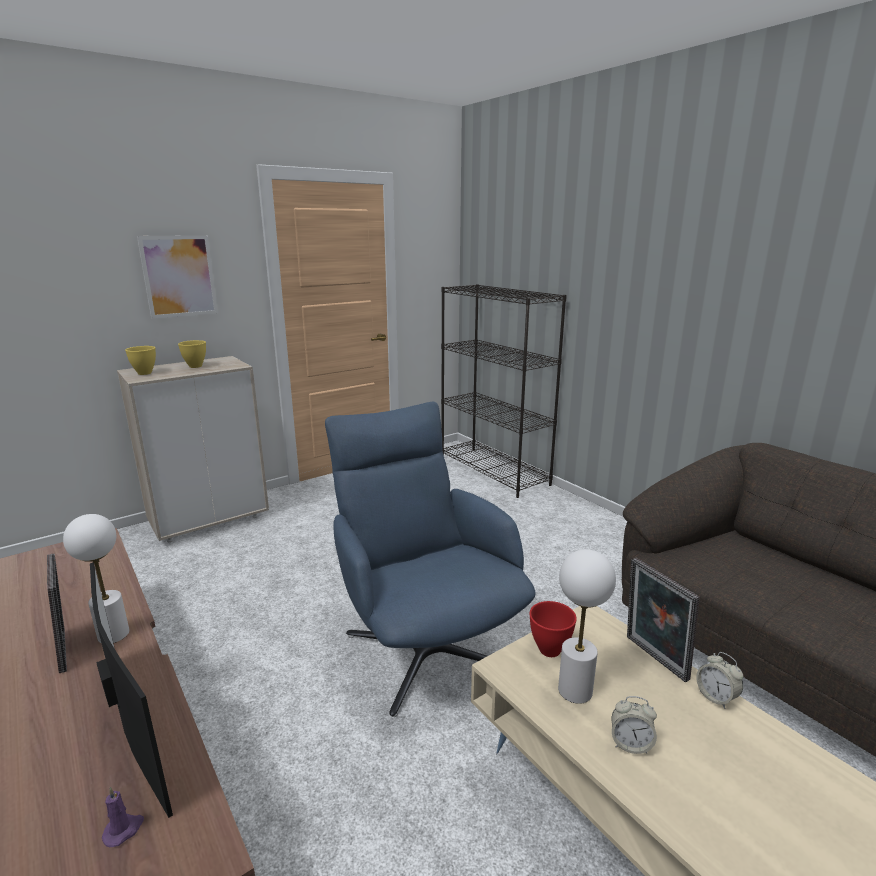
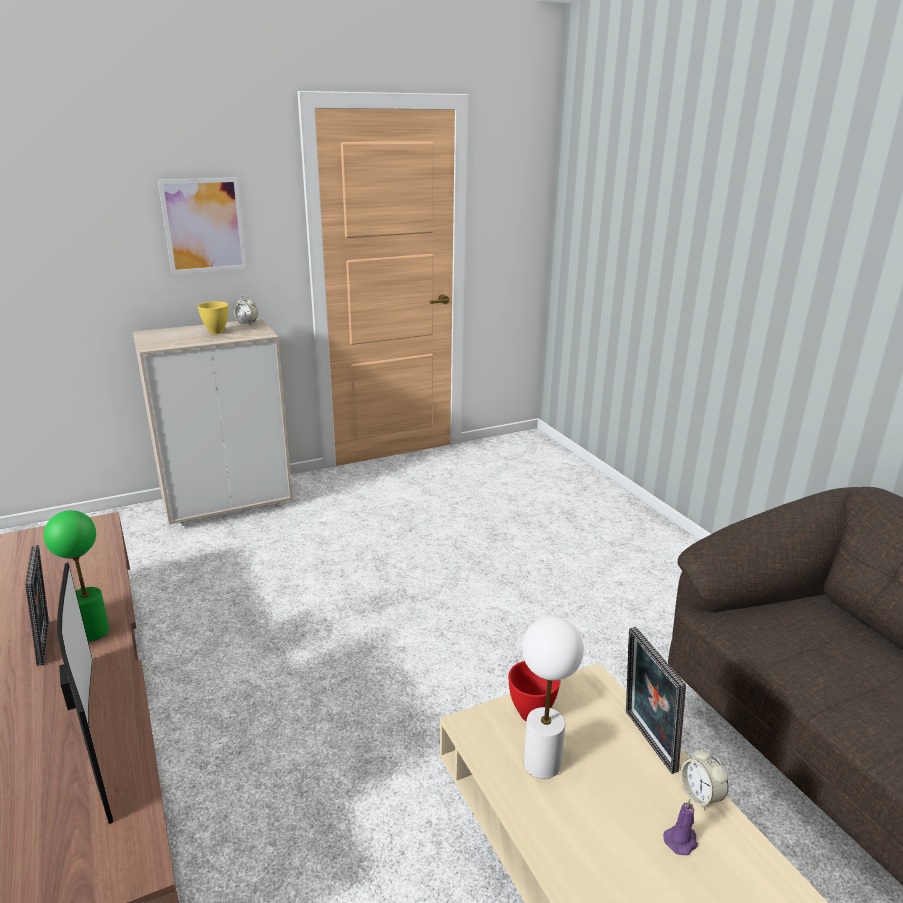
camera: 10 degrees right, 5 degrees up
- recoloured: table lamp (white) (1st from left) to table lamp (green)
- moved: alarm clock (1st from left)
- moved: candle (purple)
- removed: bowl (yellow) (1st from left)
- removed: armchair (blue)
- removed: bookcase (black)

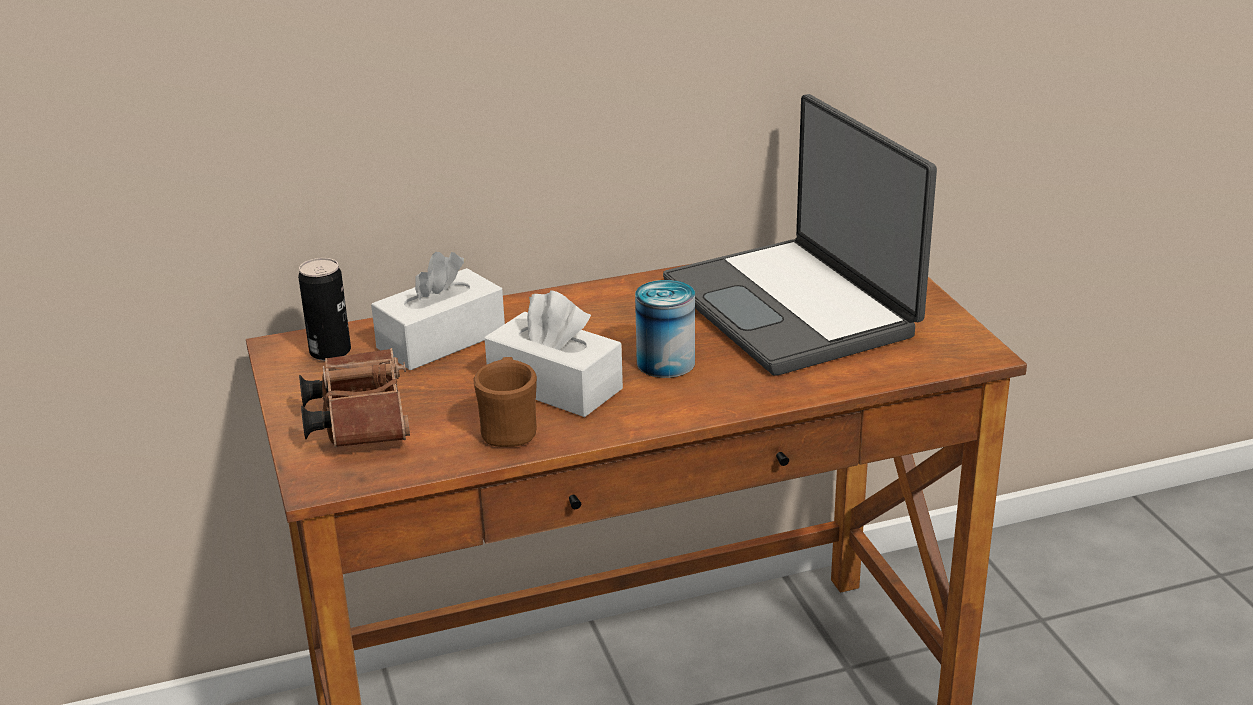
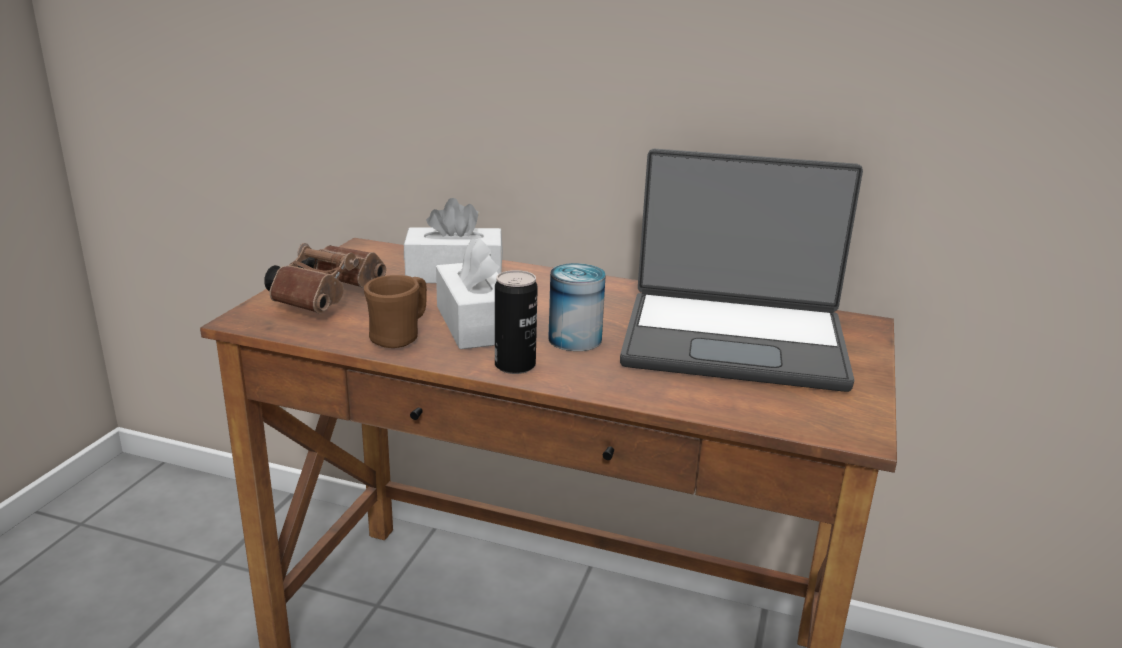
camera: 35 degrees right, 5 degrees down
- moved: can (1st from left)
- turned: laptop 90 degrees counterclockwise

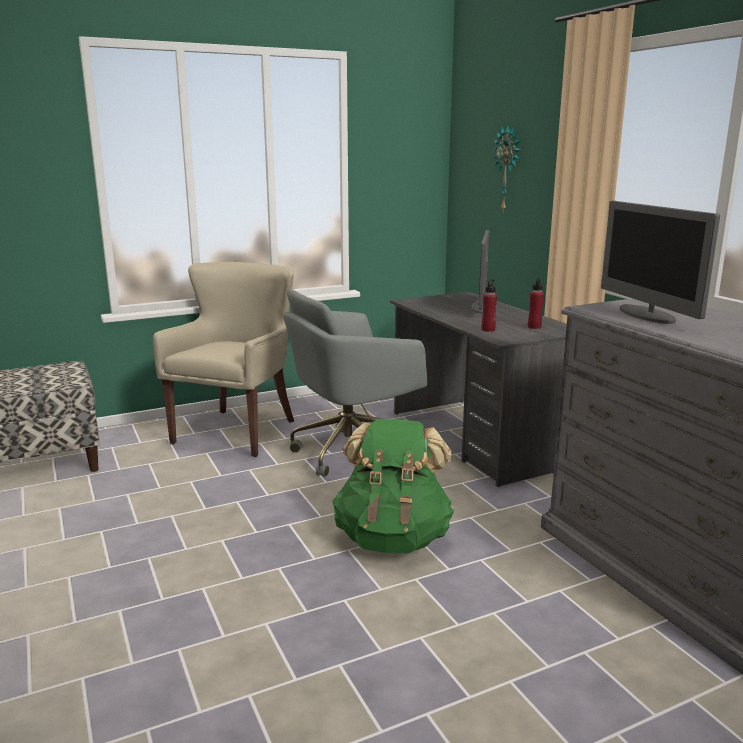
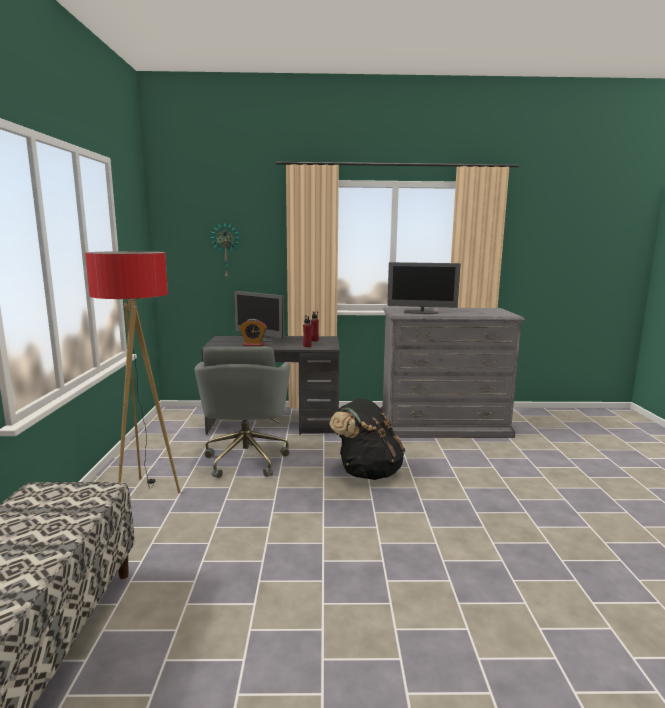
camera: 65 degrees left, 5 degrees down
- replaced: armchair (beige) to floor lamp
- added: alarm clock
- recoloured: backpack (green) to backpack (black)

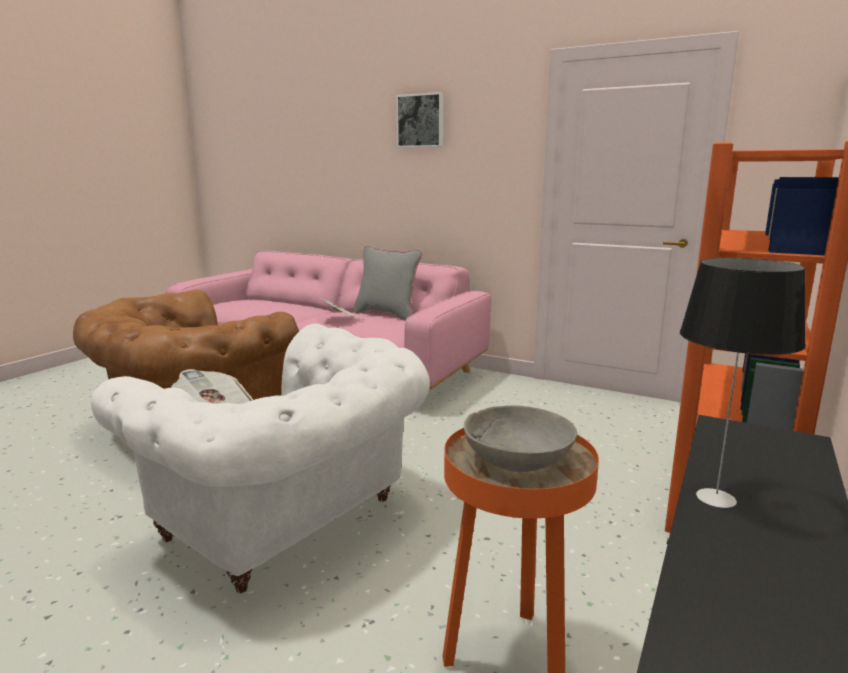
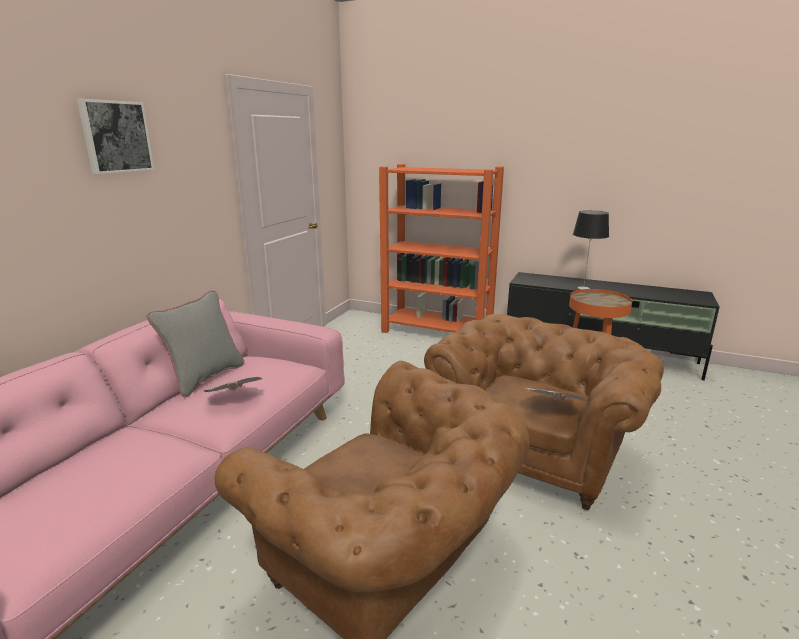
camera: 95 degrees left, 5 degrees up
- recoloured: armchair (white) to armchair (brown) (2nd from left)
- removed: bowl (grey)

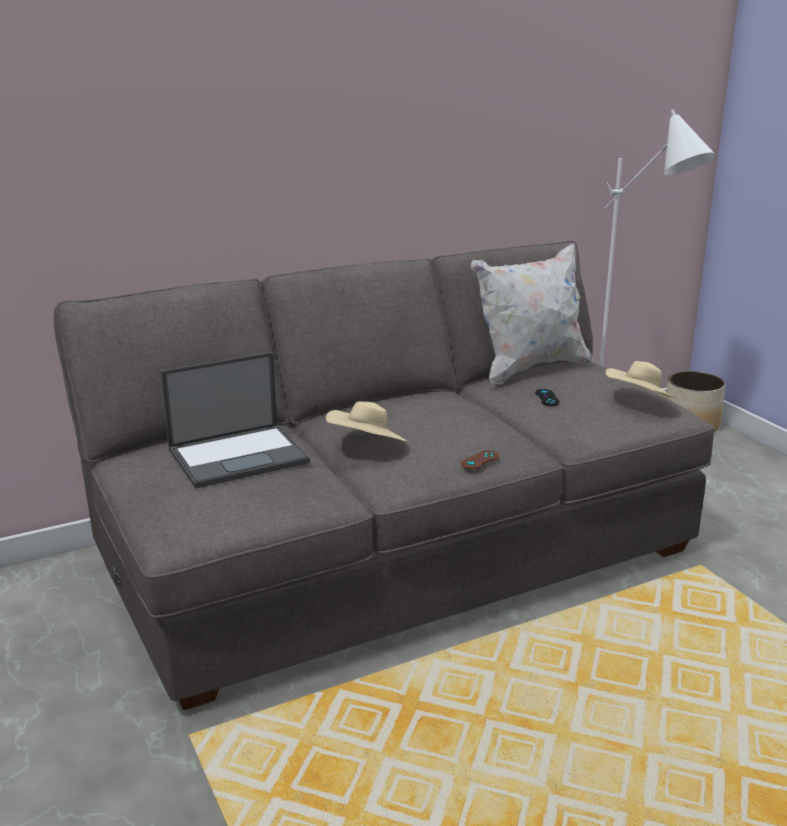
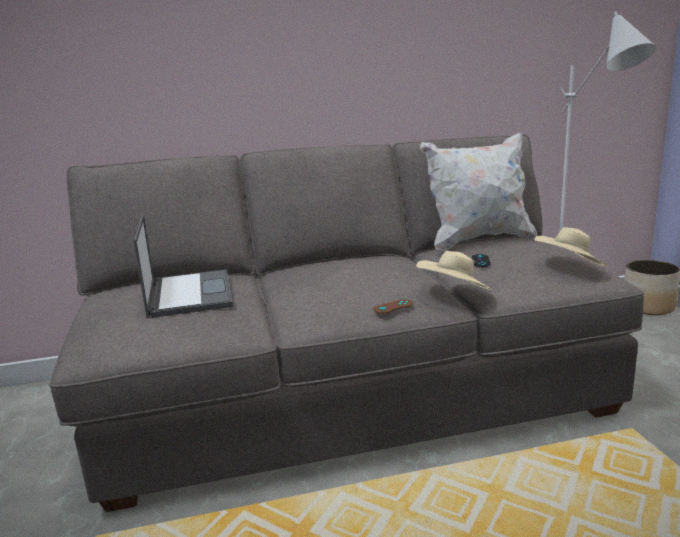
camera: 15 degrees right, 5 degrees down
- turned: laptop 90 degrees counterclockwise
- moved: hat (beige) (1st from left)

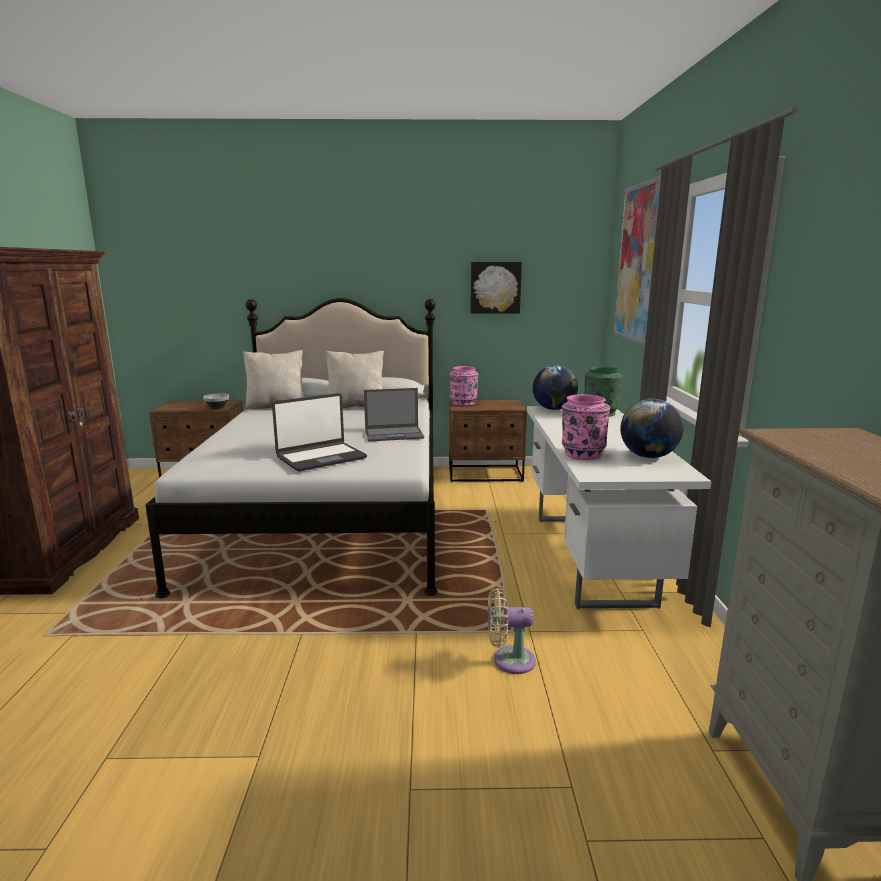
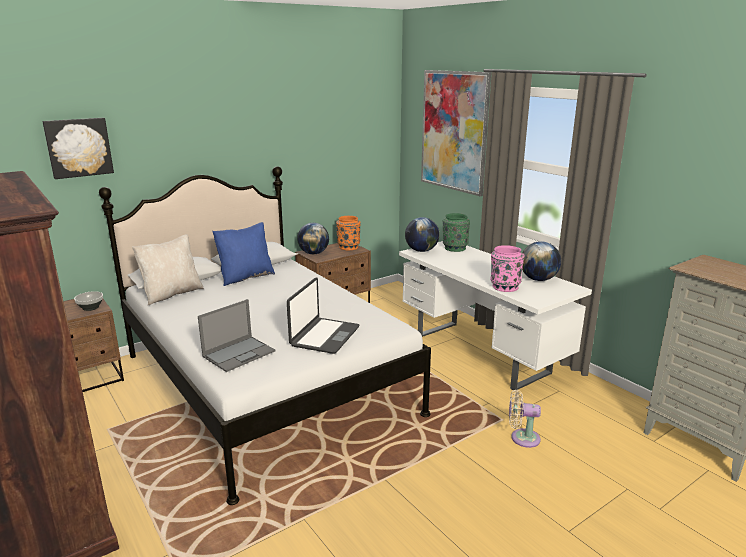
camera: 35 degrees left, 5 degrees up
- moved: picture (1st from left)
- moved: laptop (2nd from left in the first image) to laptop (1st from left)
- recoloured: pillow (beige) (2nd from left) to pillow (blue)
- replaced: vase (pink) (1st from left) to globe (1st from left)
- added: vase (orange)
- turned: fan (beige) 45 degrees clockwise

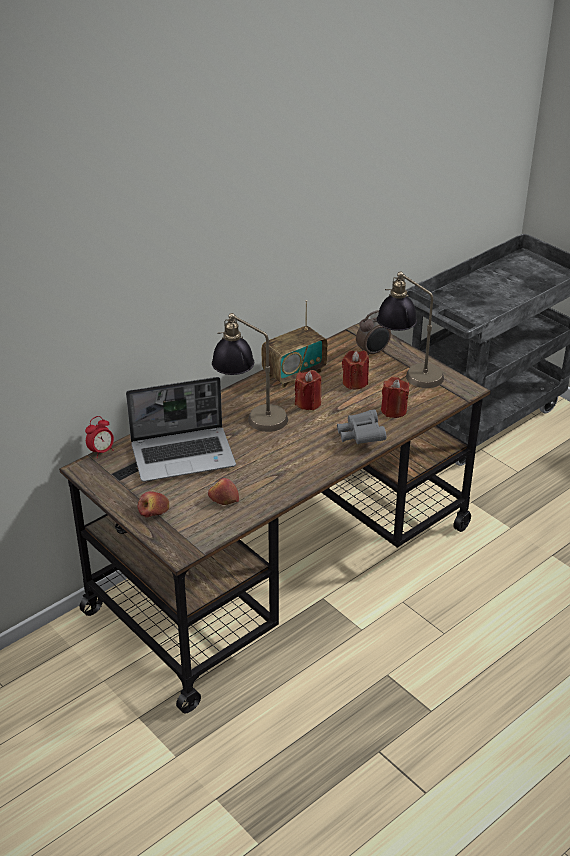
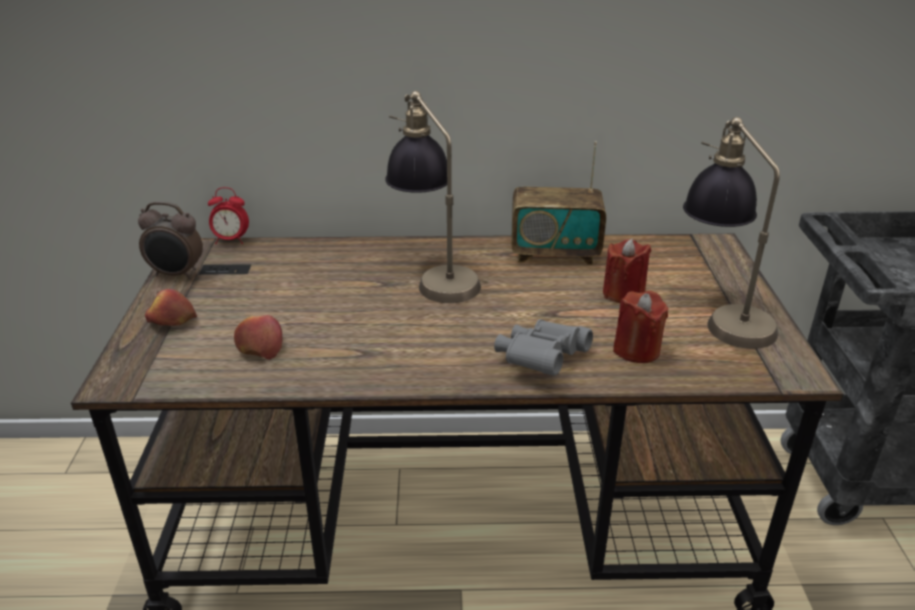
camera: 40 degrees right, 5 degrees down
- moved: alarm clock (2nd from left in the first image) to alarm clock (1st from left)
- removed: laptop
- removed: candle (red) (1st from left)

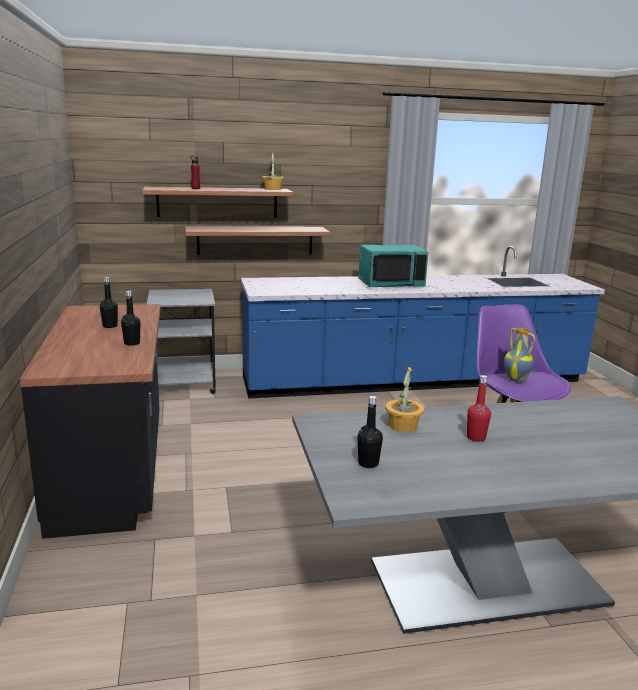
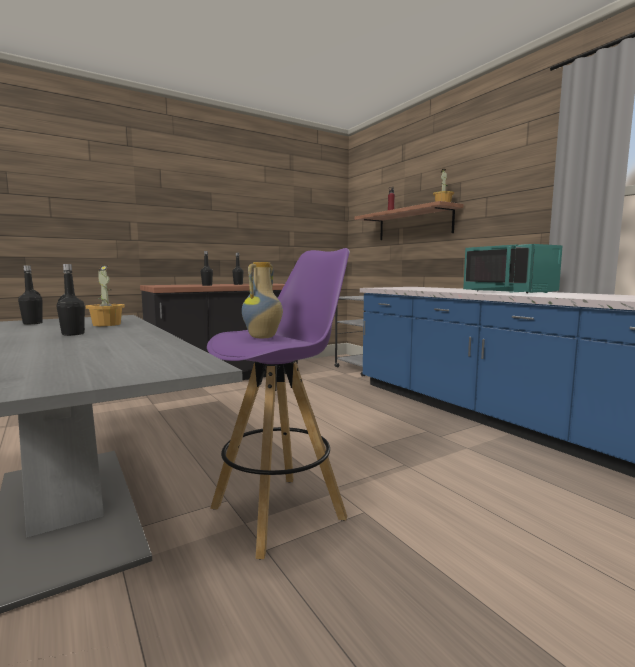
camera: 70 degrees right, 10 degrees down
- recoloured: bottle (red) (2nd from left) to bottle (black) (2nd from left)
- removed: shelf (2nd from left)

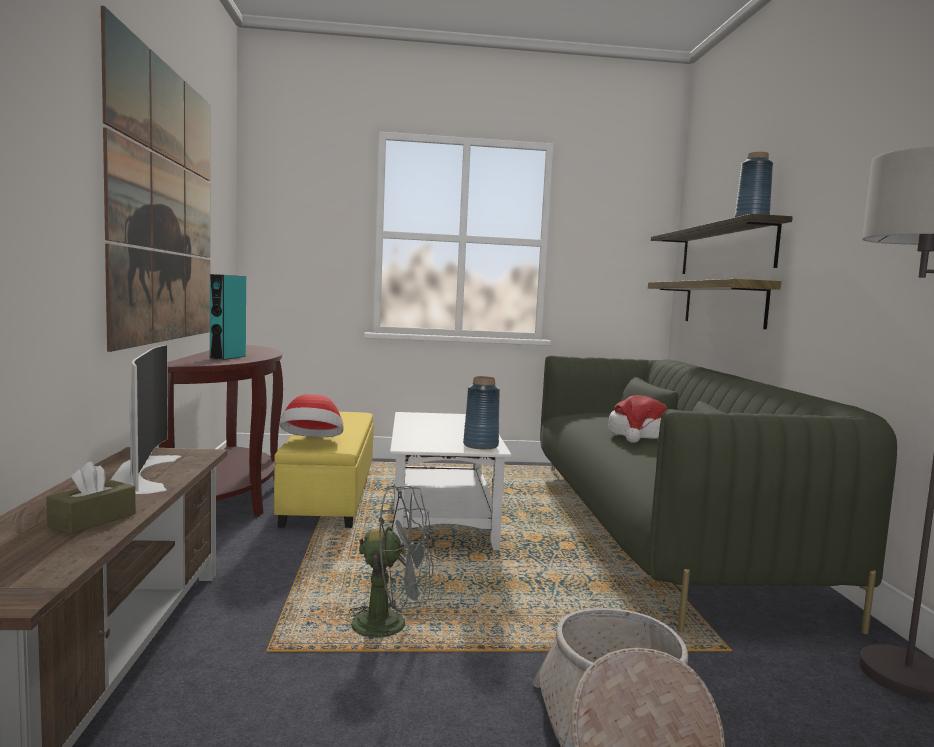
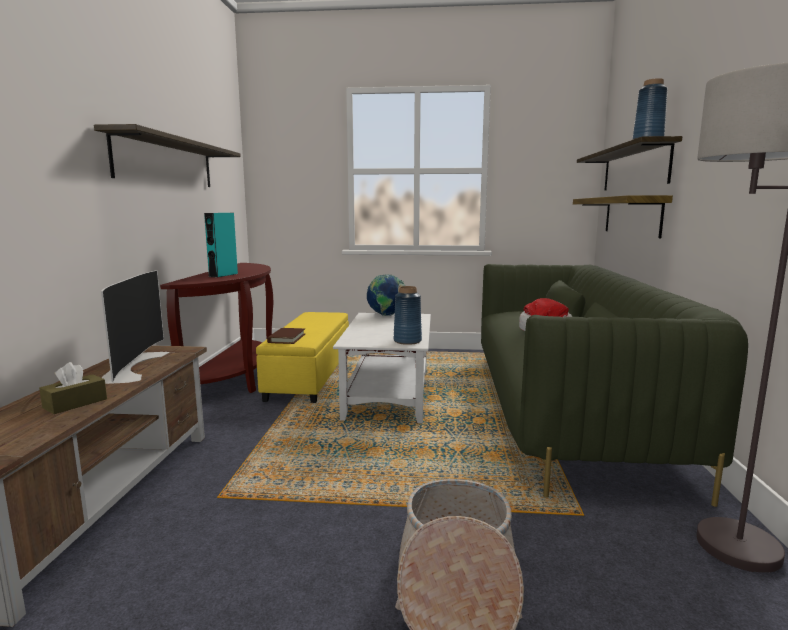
camera: 10 degrees right, 5 degrees up
- replaced: picture to shelf (1st from left)
- replaced: hat (1st from left) to book (brown)
- added: globe
- removed: fan (grey)

